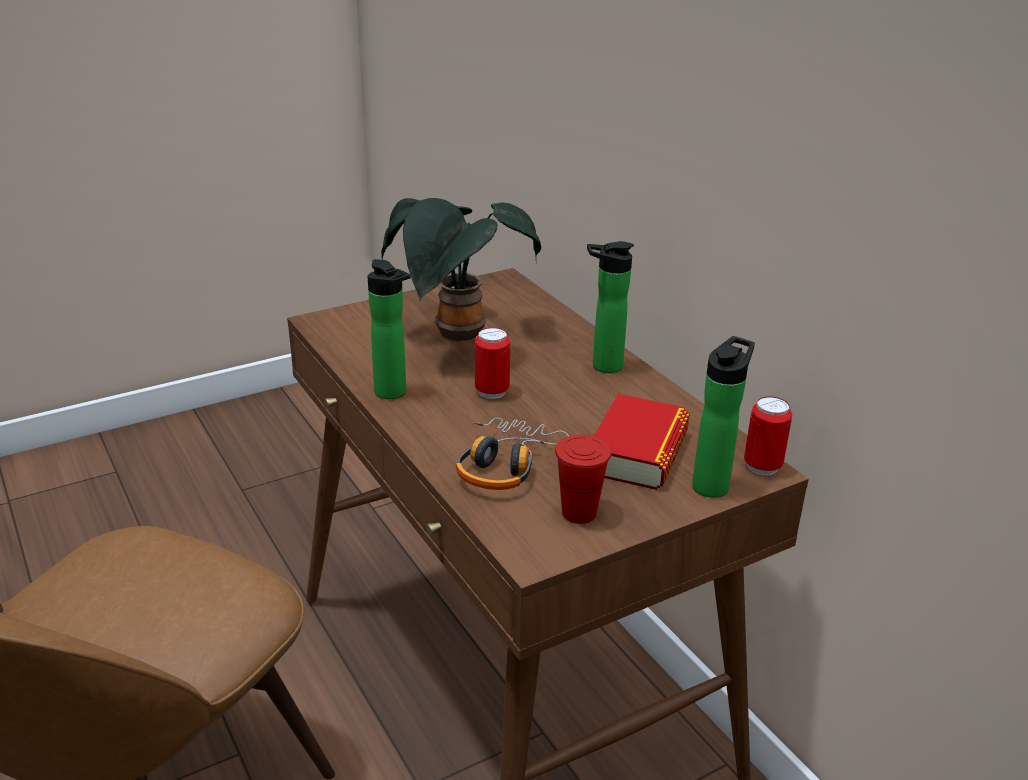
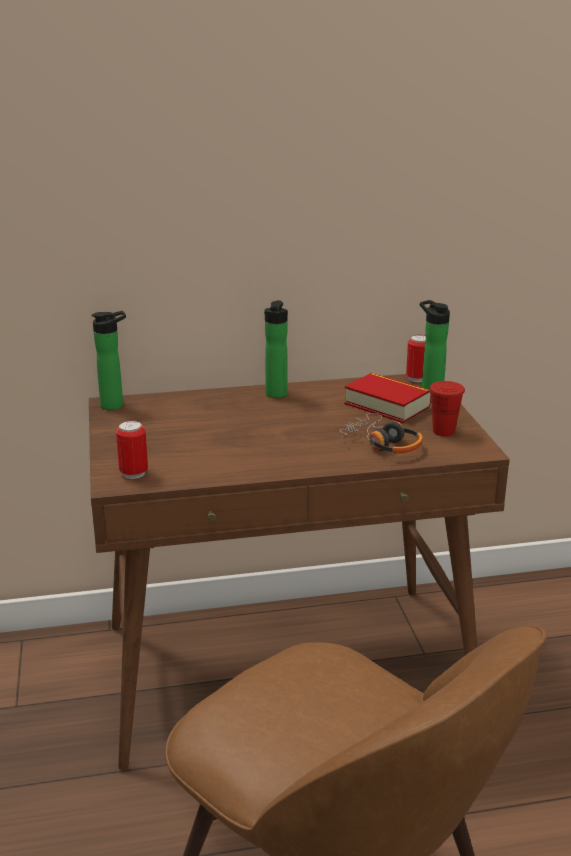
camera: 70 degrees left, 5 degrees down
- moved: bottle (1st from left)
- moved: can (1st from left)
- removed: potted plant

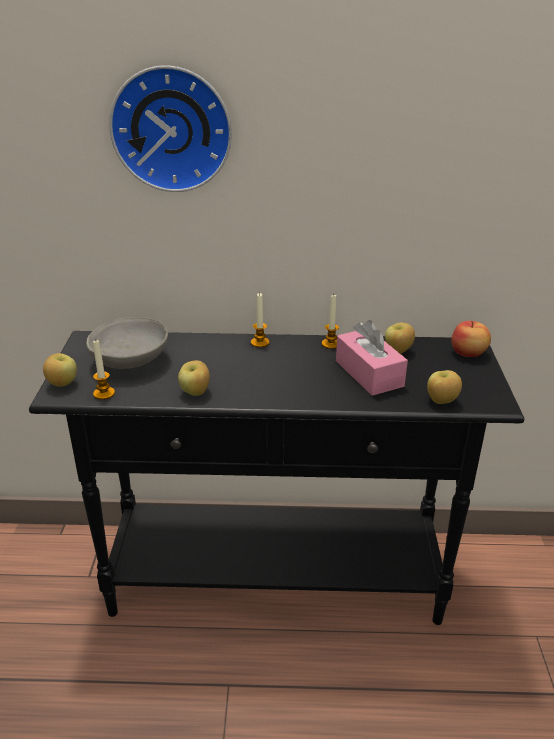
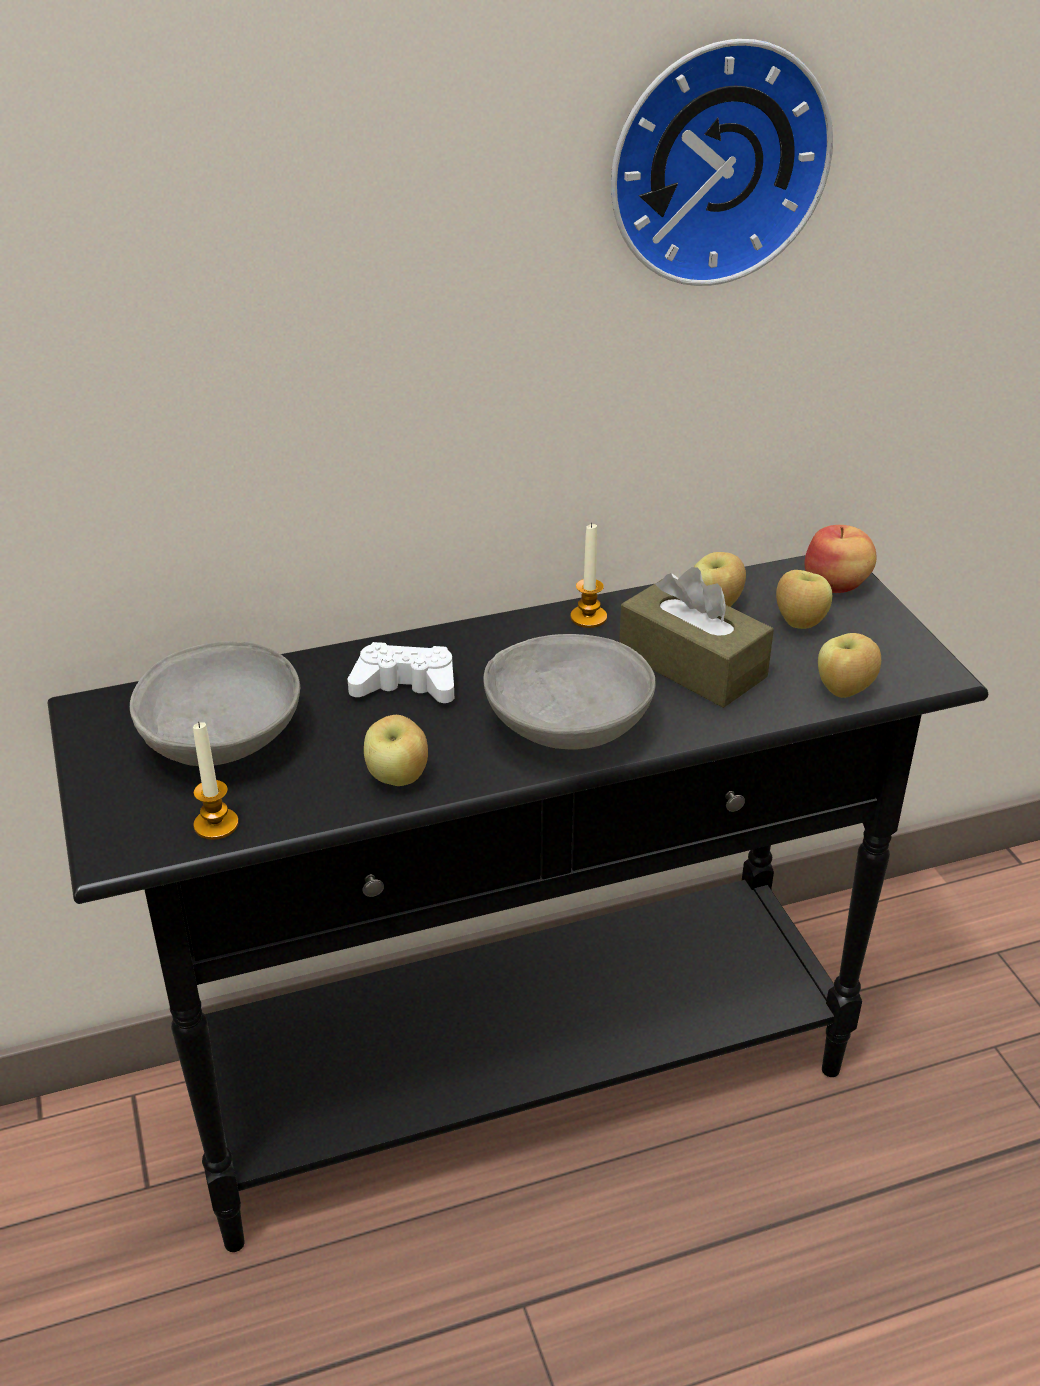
camera: 20 degrees left, 5 degrees up
- added: game controller (white)
- added: bowl (grey) (2nd from left)
- moved: wall clock
- recoloured: tissue box (pink) to tissue box (brown)
- moved: apple (1st from left in the first image) to apple (3rd from left)
- removed: candle (2nd from left)

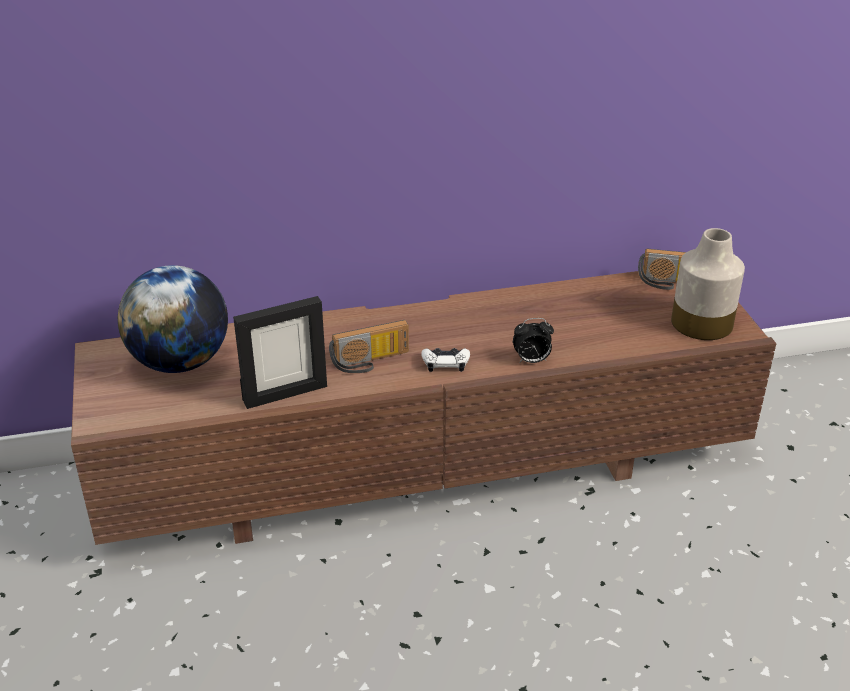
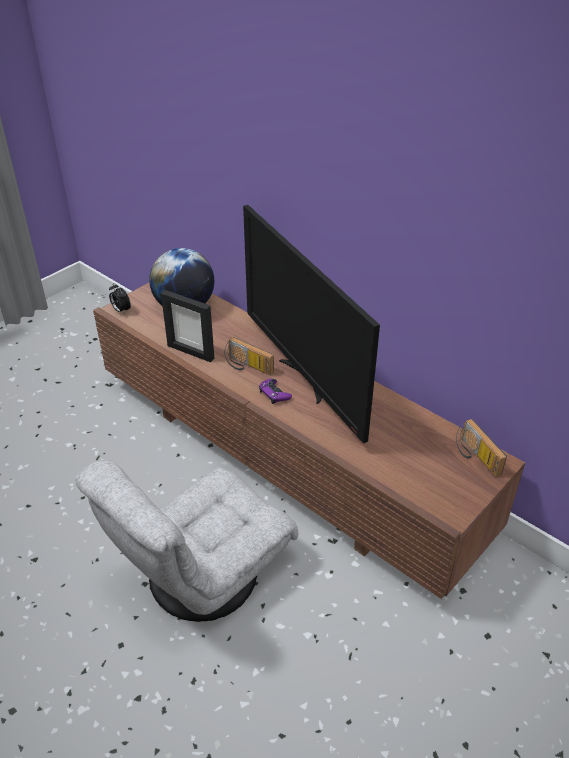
camera: 55 degrees right, 5 degrees up
- added: armchair (grey)
- moved: alarm clock
- added: television
- recoloured: game controller (white) to game controller (purple)
- removed: vase (beige)

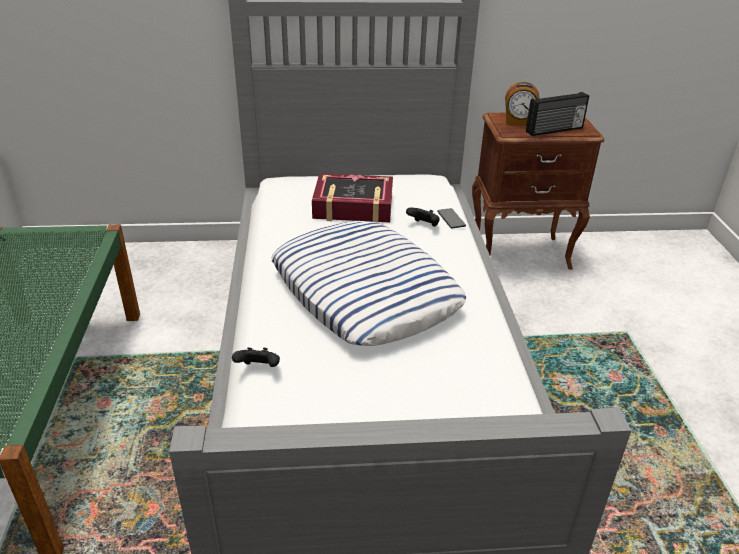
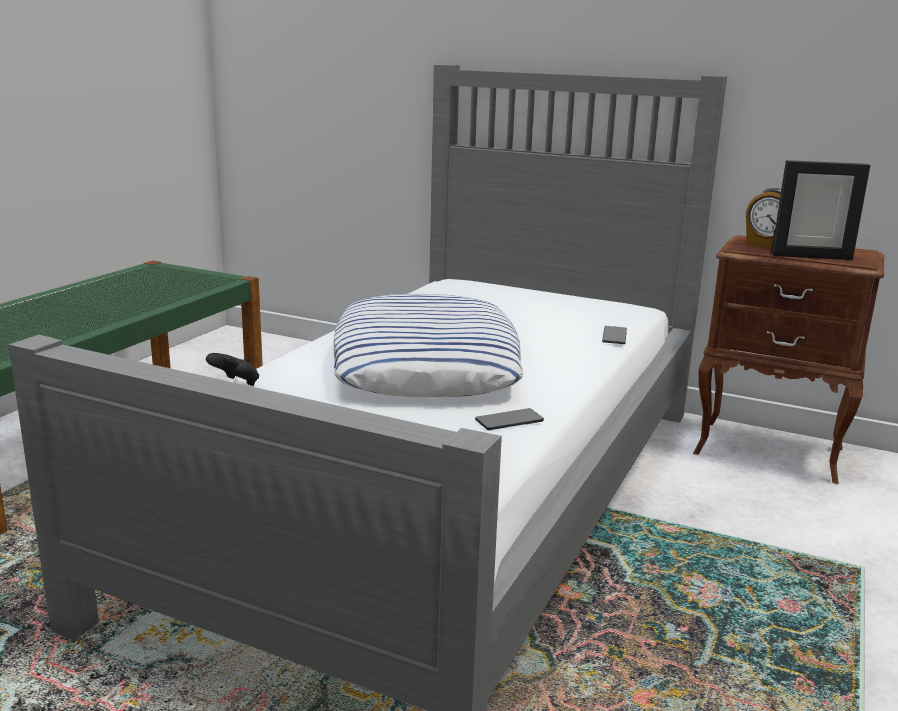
camera: 30 degrees right, 15 degrees down
- added: phone (1st from left)
- replaced: radio to picture frame
- removed: book
- removed: game controller (black) (2nd from left)

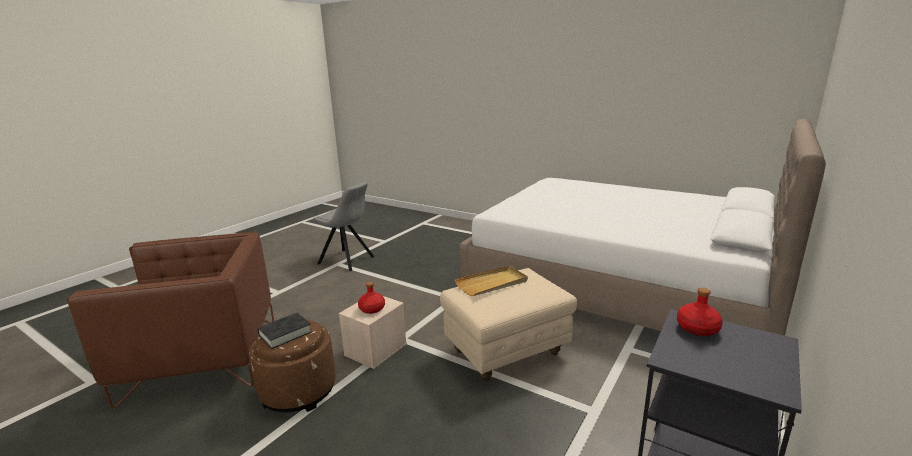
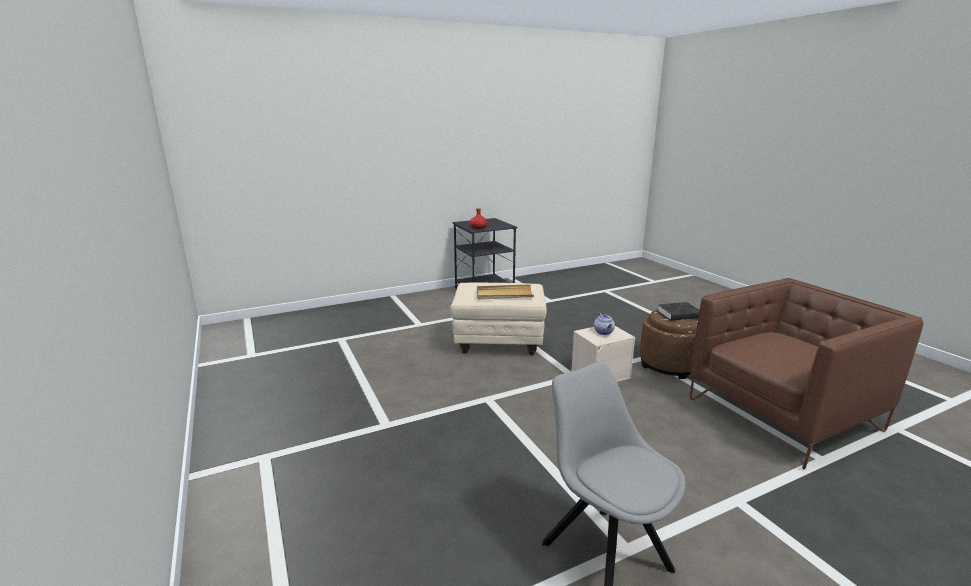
camera: 150 degrees left, 0 degrees up
- replaced: bottle (red) (1st from left) to teapot
- turned: armchair (brown) 135 degrees clockwise
- removed: bed (white)

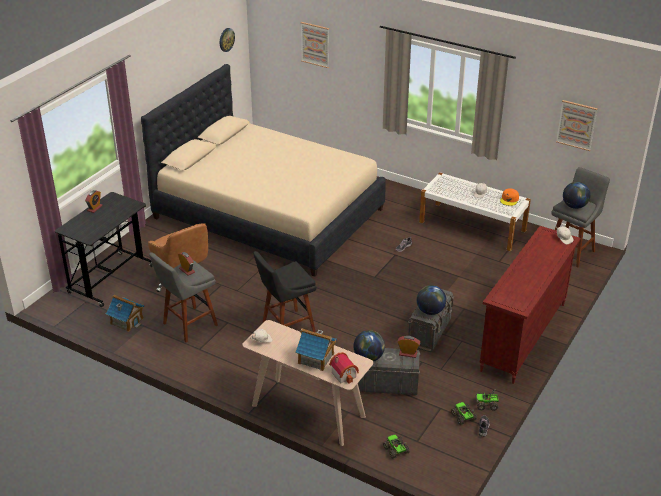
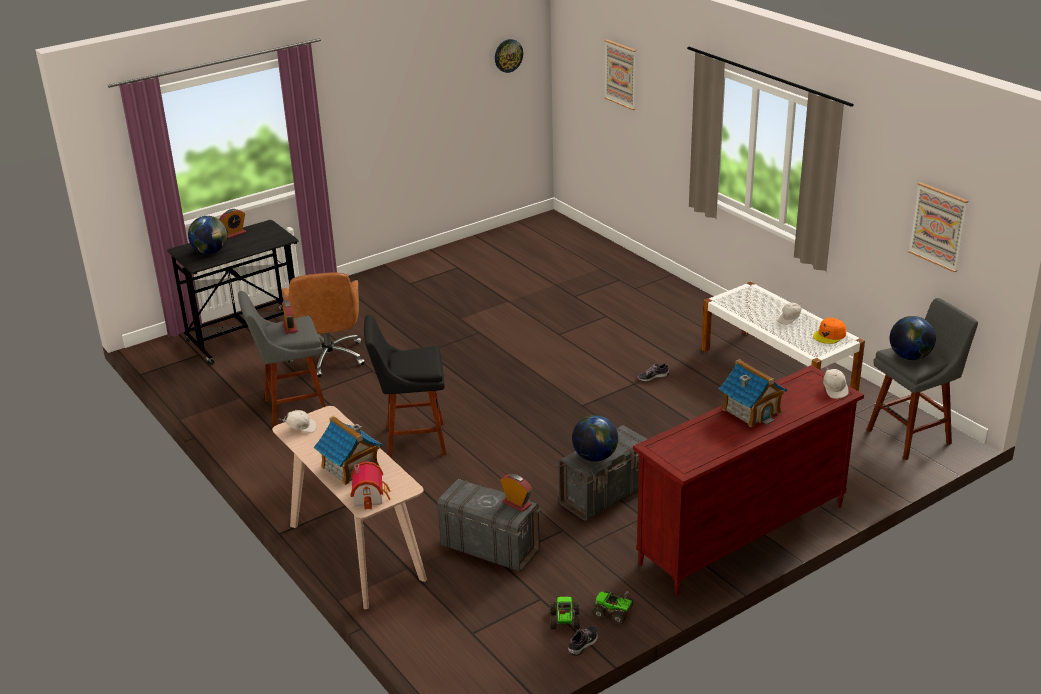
camera: 25 degrees right, 5 degrees down
- moved: globe (1st from left)
- moved: toy house (1st from left in the first image) to toy house (3rd from left)
- removed: bed (beige)
- removed: toy truck (1st from left)

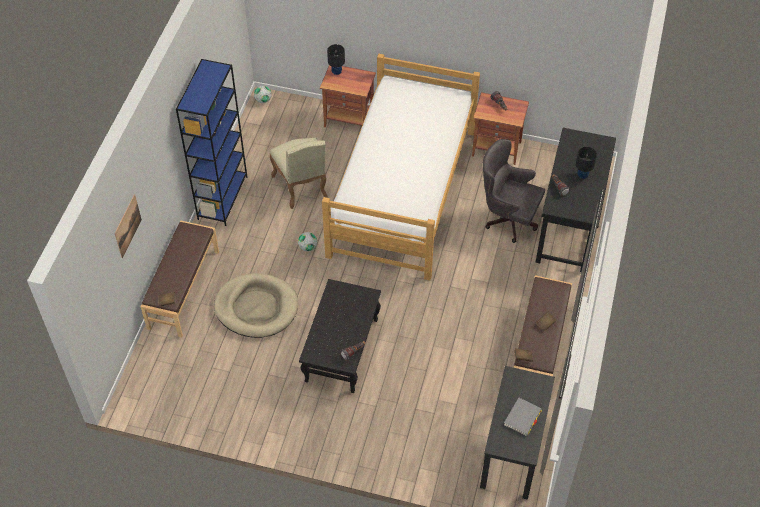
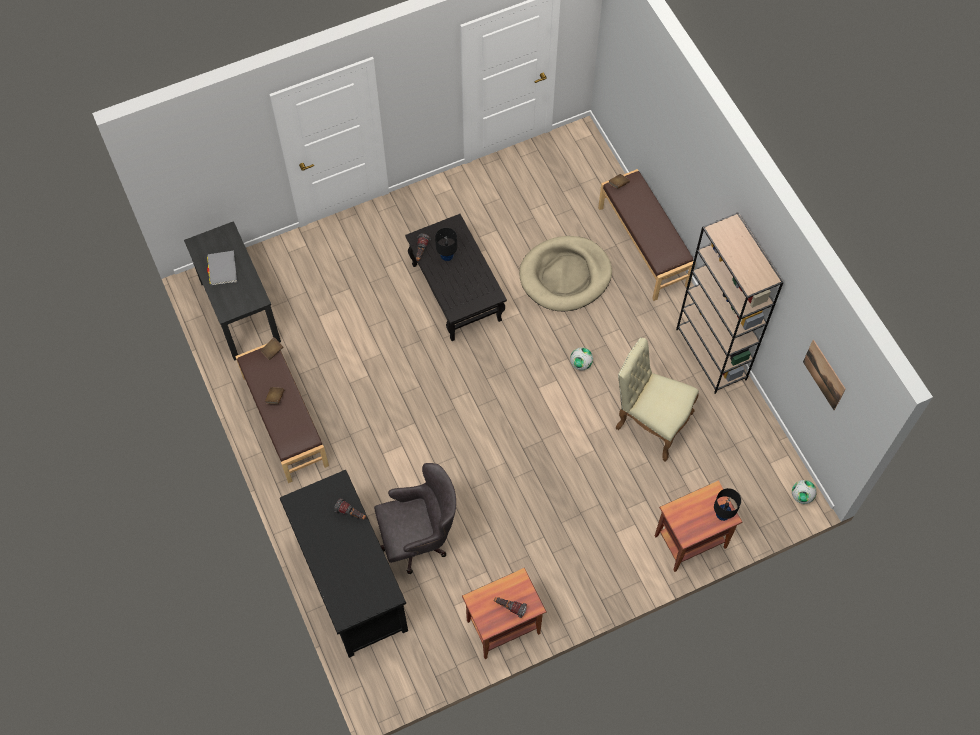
camera: 140 degrees right, 10 degrees up
- moved: table lamp (black) (2nd from left in the first image) to table lamp (black) (1st from left)
- recoloured: bookcase (blue) to bookcase (beige)
- moved: picture
- removed: bed

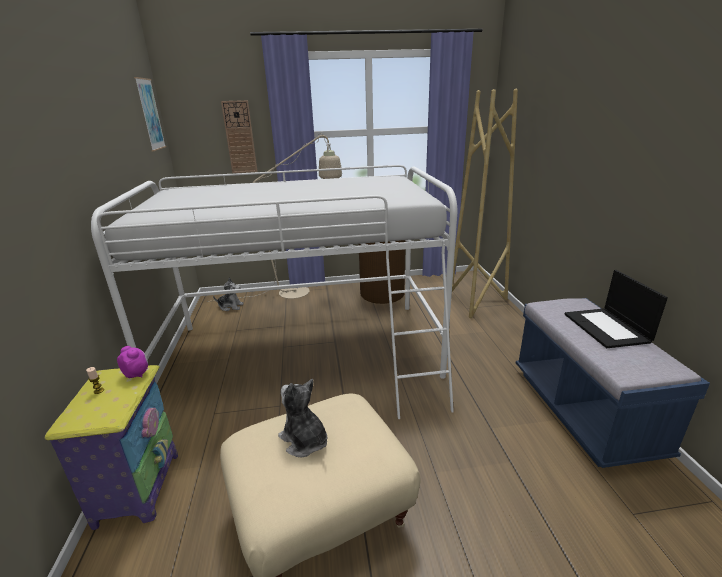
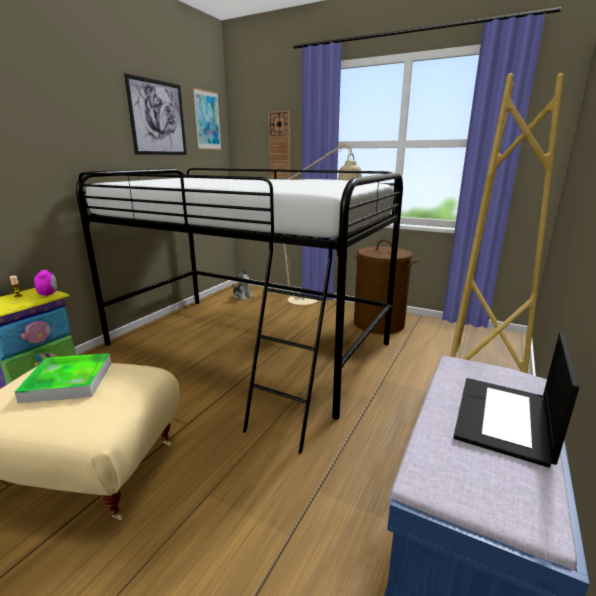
camera: 35 degrees right, 5 degrees down
- replaced: plush toy (2nd from left) to tray
- recoloured: bed (white) to bed (black)
- added: picture (1st from left)

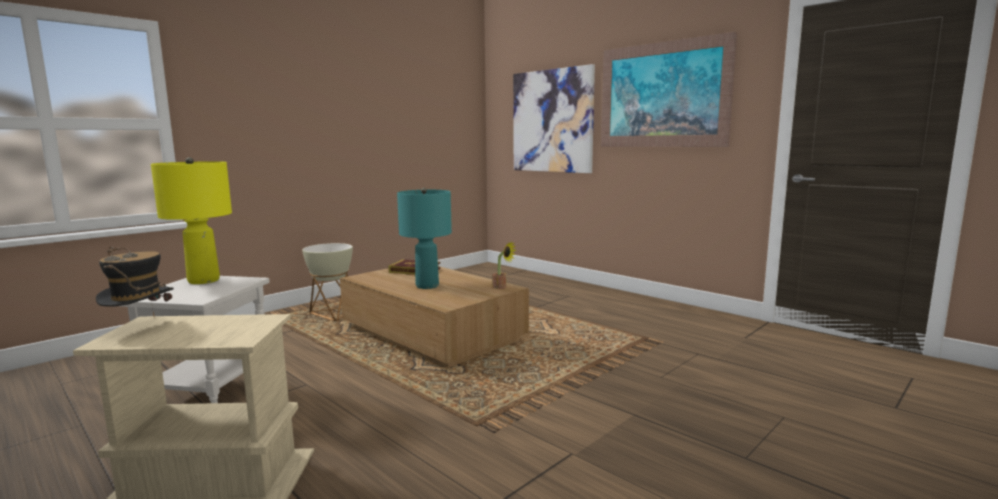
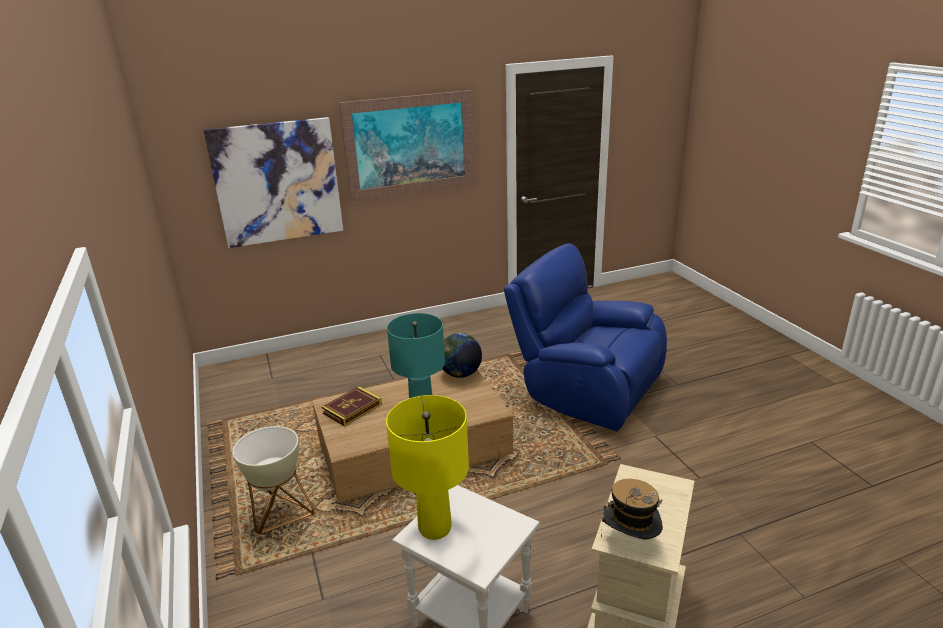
camera: 65 degrees left, 15 degrees up
- replaced: potted plant to globe
- added: armchair (blue)

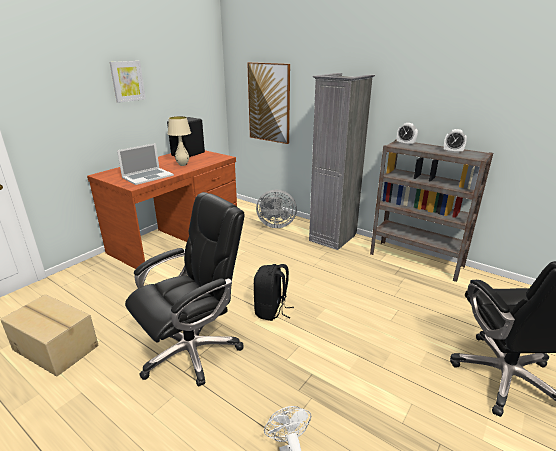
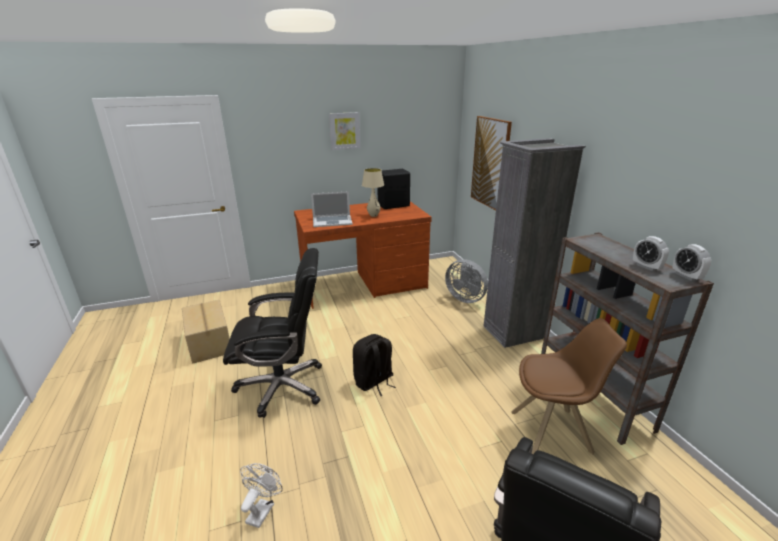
camera: 35 degrees right, 0 degrees up
- added: chair (brown)
- moved: alarm clock (1st from left in the first image) to alarm clock (2nd from left)

